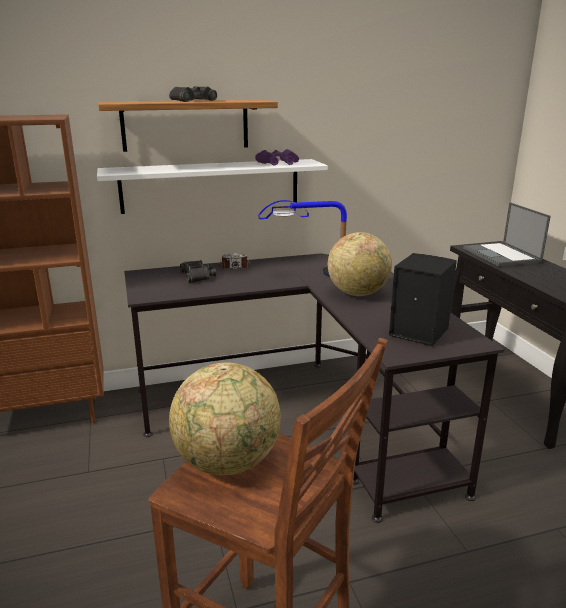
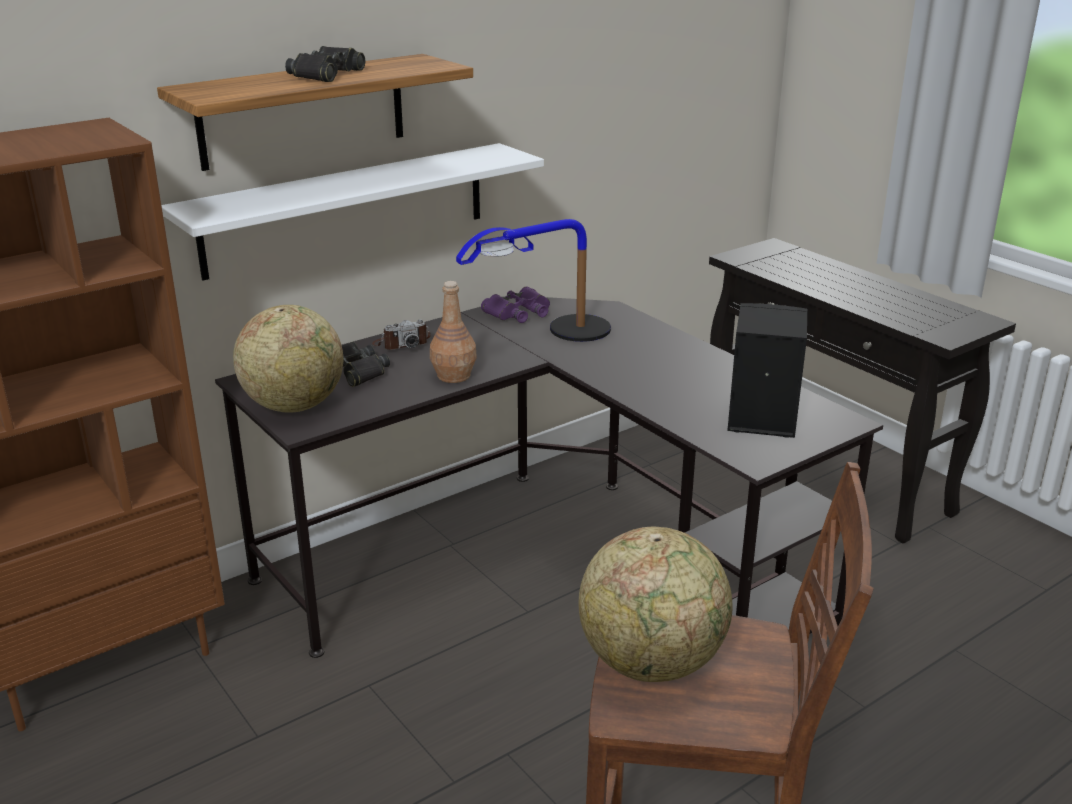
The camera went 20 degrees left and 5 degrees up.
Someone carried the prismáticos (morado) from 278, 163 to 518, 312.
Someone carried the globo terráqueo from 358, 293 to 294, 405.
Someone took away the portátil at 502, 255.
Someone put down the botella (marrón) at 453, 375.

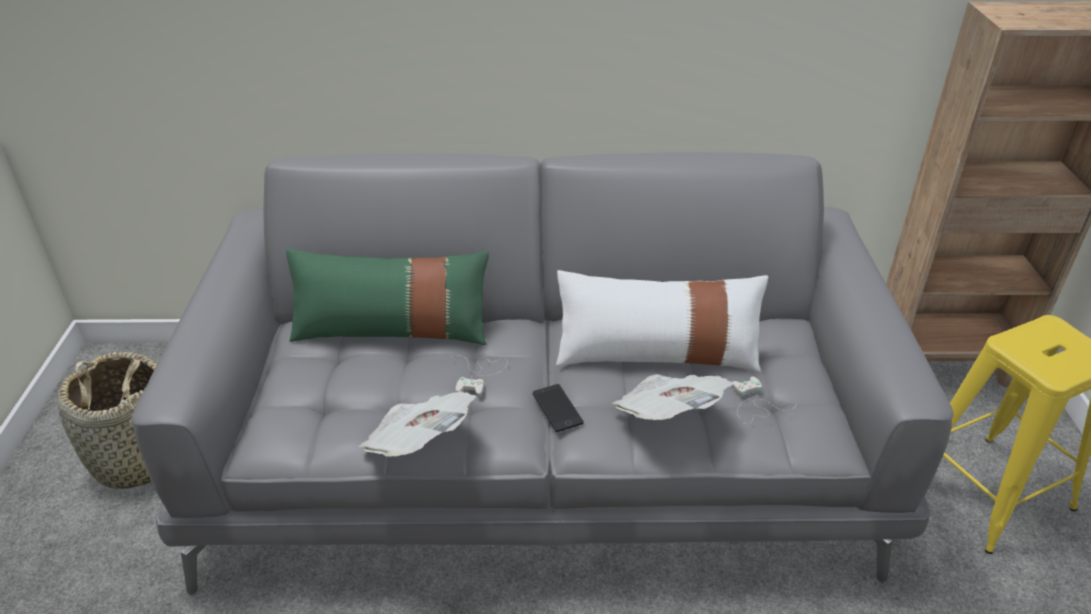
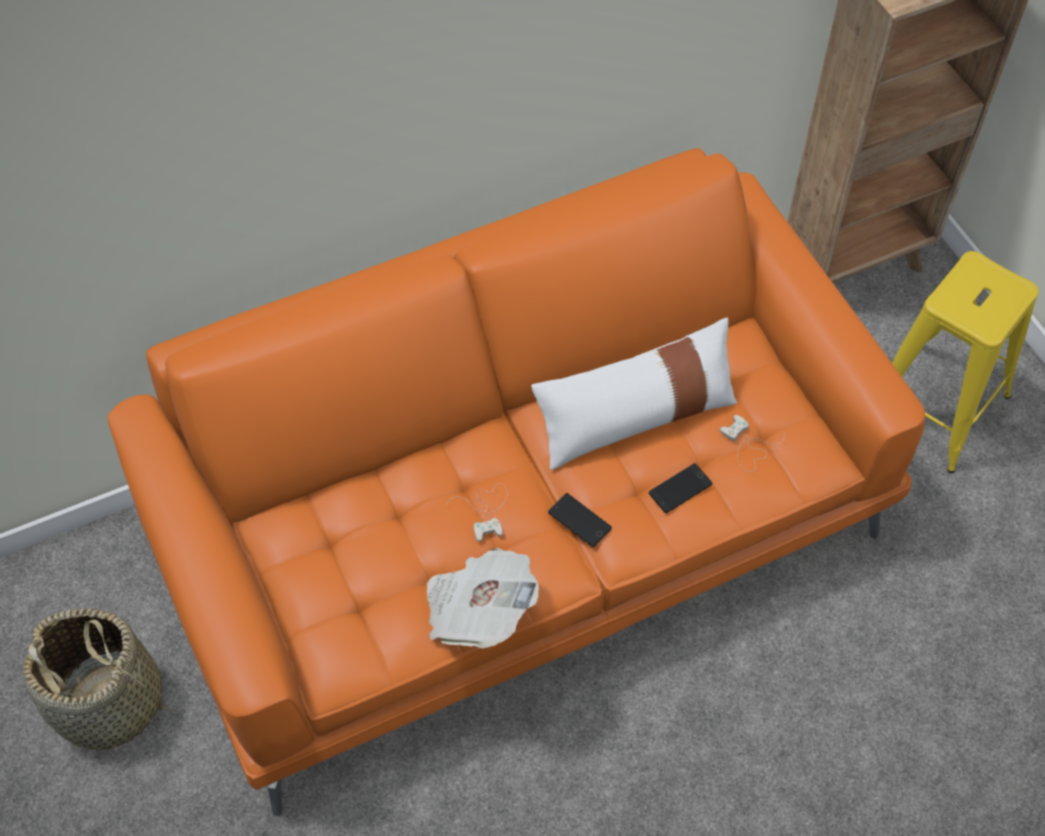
The camera went 25 degrees left and 20 degrees up.
Someone repainted the sofá (gris) at 545, 451, which became the sofá (naranja) at 522, 523.
Someone took away the cojín (verde) at 392, 329.
Someone swapped the periódico at 668, 415 for the móvil at 680, 488.

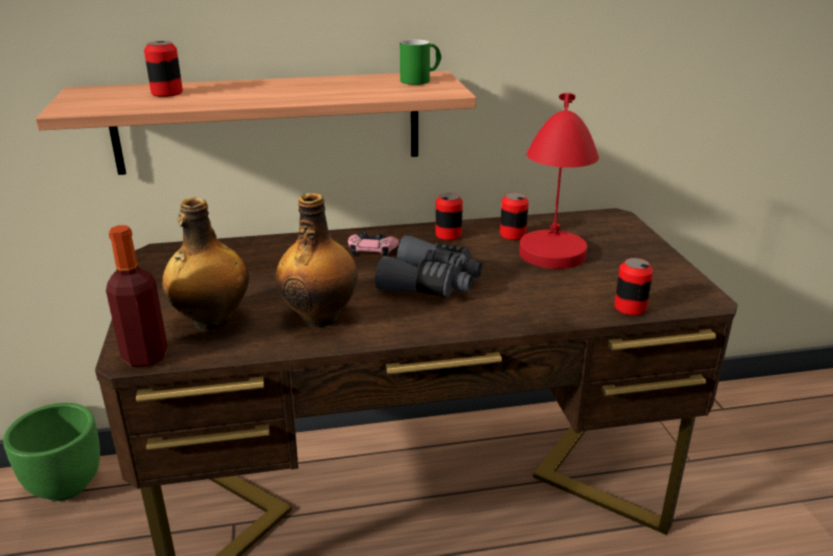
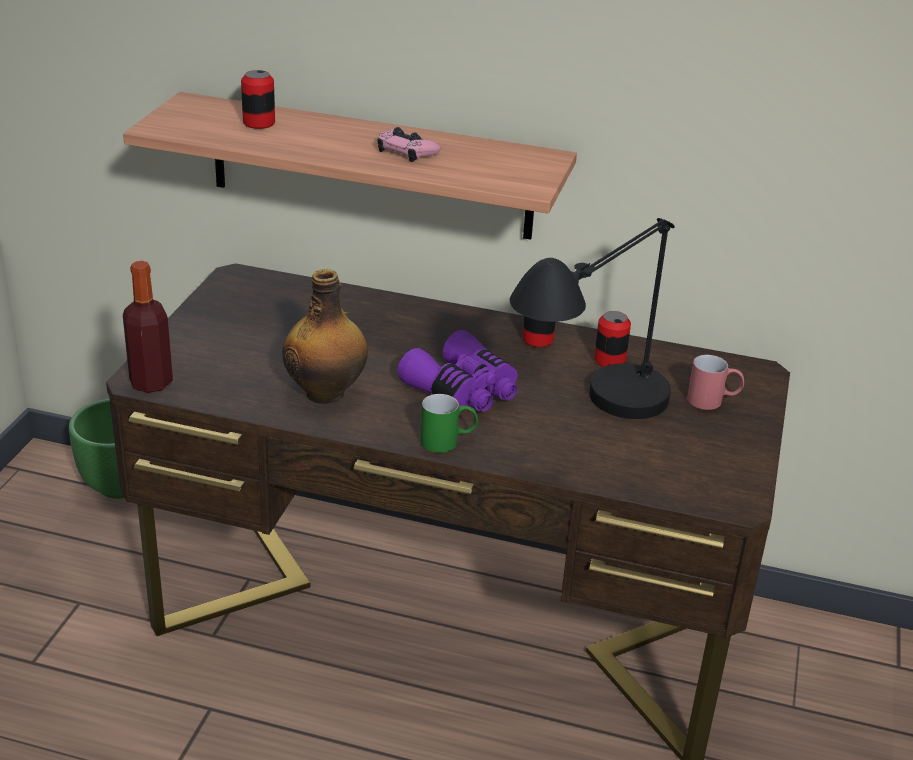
The camera went 25 degrees right and 5 degrees up.
Someone took away the botella at 211, 320.
Someone carried the mando de consola (rosa) from 372, 249 to 406, 151.
Someone repainted the prismáticos (gris) at 431, 283, which became the prismáticos (morado) at 463, 391.
Someone carried the taza grande (verde) from 421, 80 to 448, 441.
Someone repainted the lámpara de mesa (rojo) at 550, 281, which became the lámpara de mesa (negro) at 590, 427.
Someone took away the lata at 630, 308.
Someone put down the taza grande (rojo) at 713, 401.

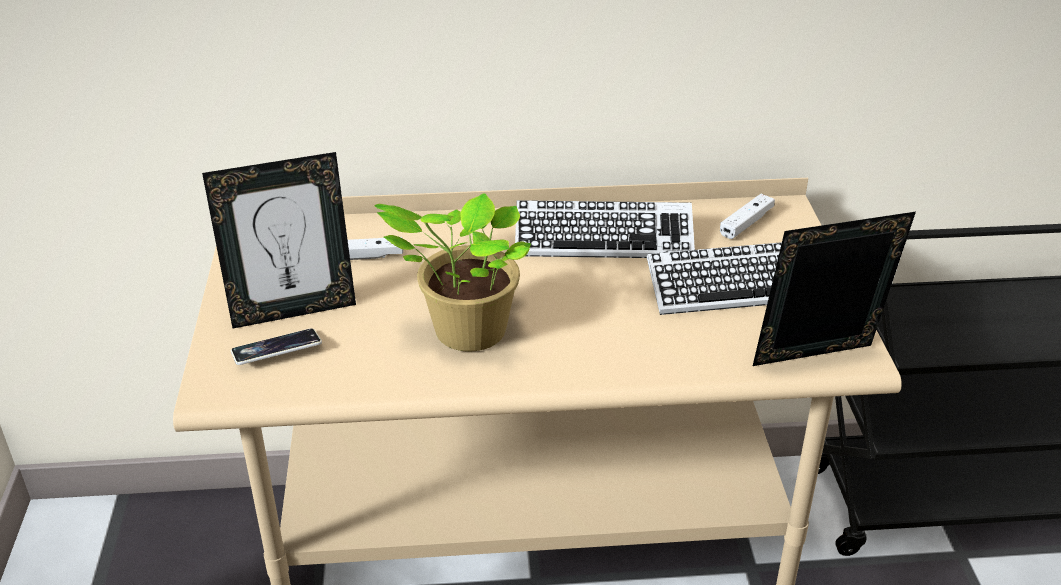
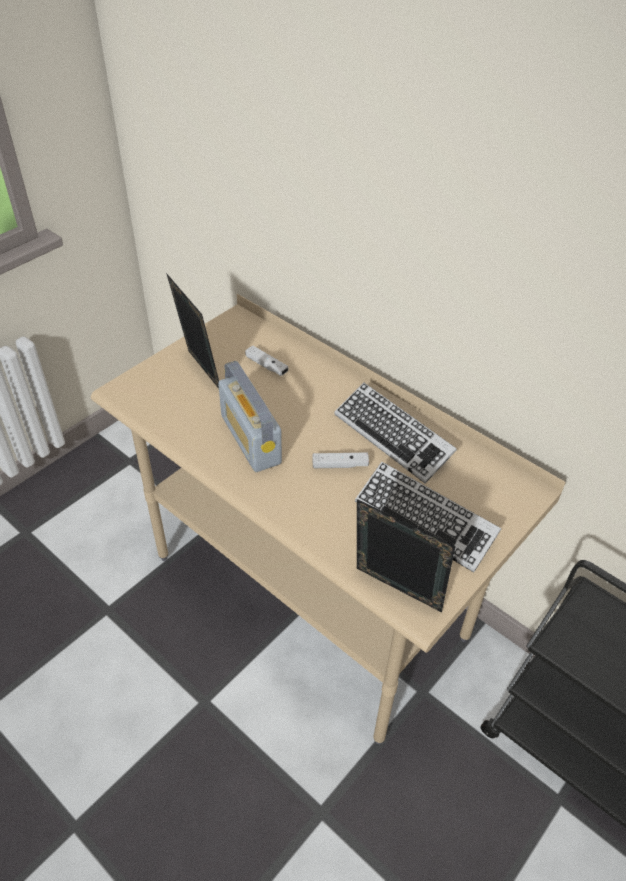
The camera went 45 degrees right and 10 degrees up.
Someone rotated the portarretratos at 293, 310 by 150 degrees counterclockwise.
Someone took away the móvil at 277, 351.
Someone swapped the planta en maceta at 464, 332 for the radio at 250, 439.
Someone carried the mando de consola (blanco) from 746, 223 to 340, 465.

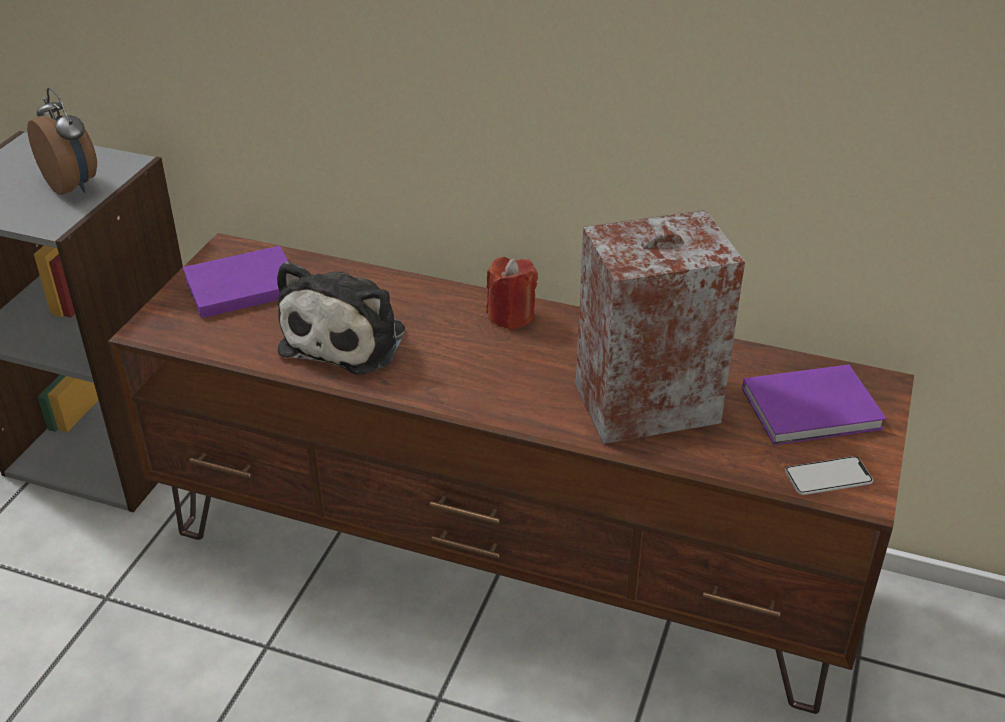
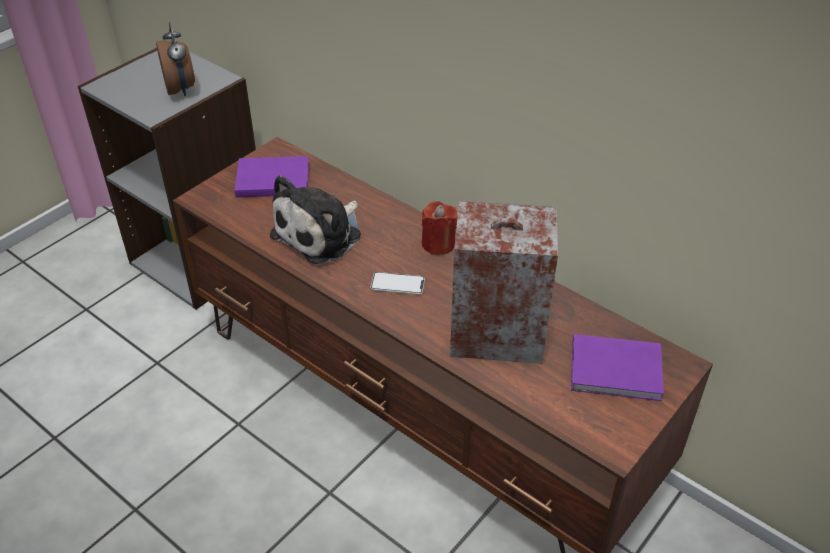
The camera went 20 degrees right and 5 degrees up.
Someone carried the móvil from 828, 477 to 397, 284.

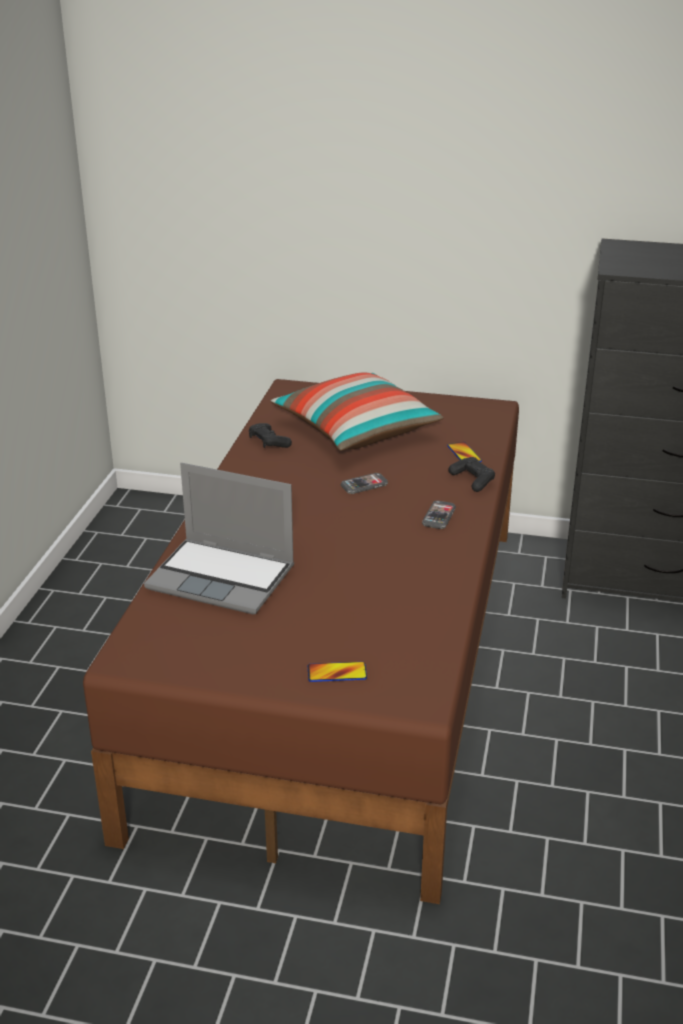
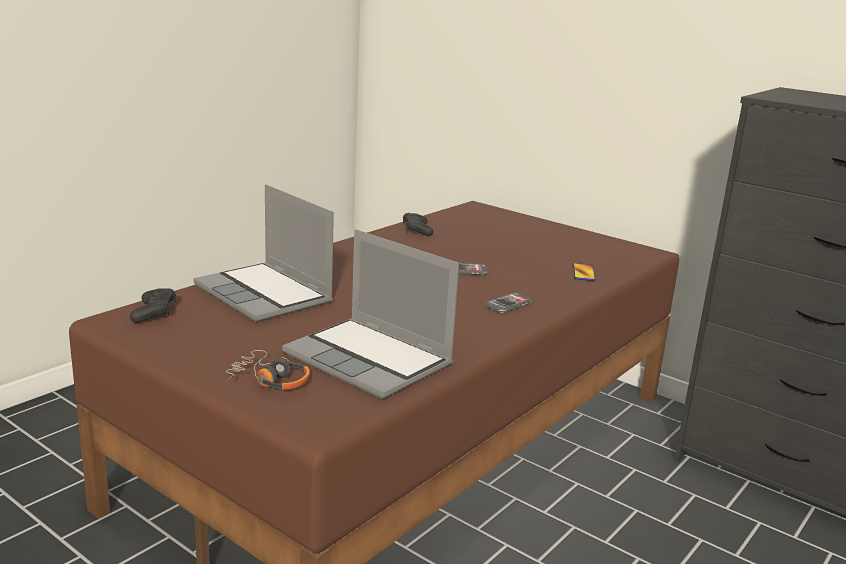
The camera went 25 degrees right and 10 degrees down.
Someone took away the cojín at 356, 430.
Someone swapped the móvil at 337, 673 for the auriculares at 269, 380.
Someone carried the mando de consola (negro) from 472, 480 to 154, 313.
Someone put down the portátil at 371, 360.

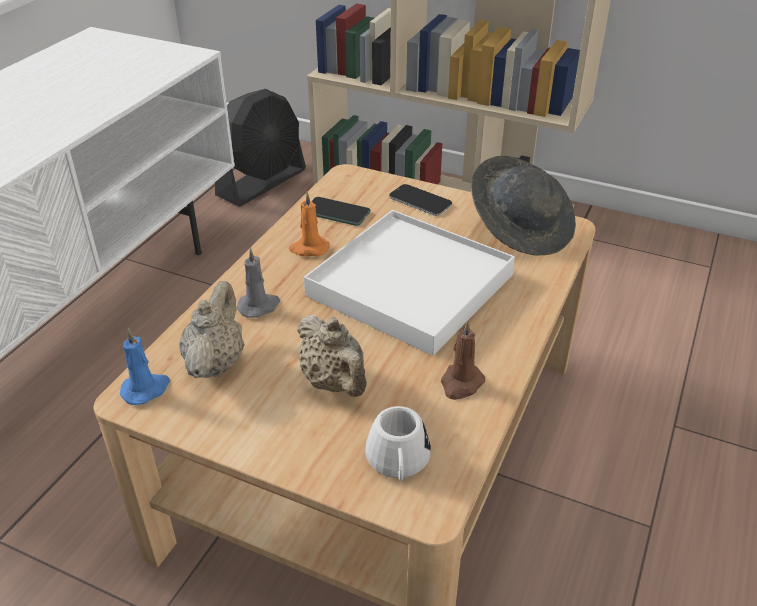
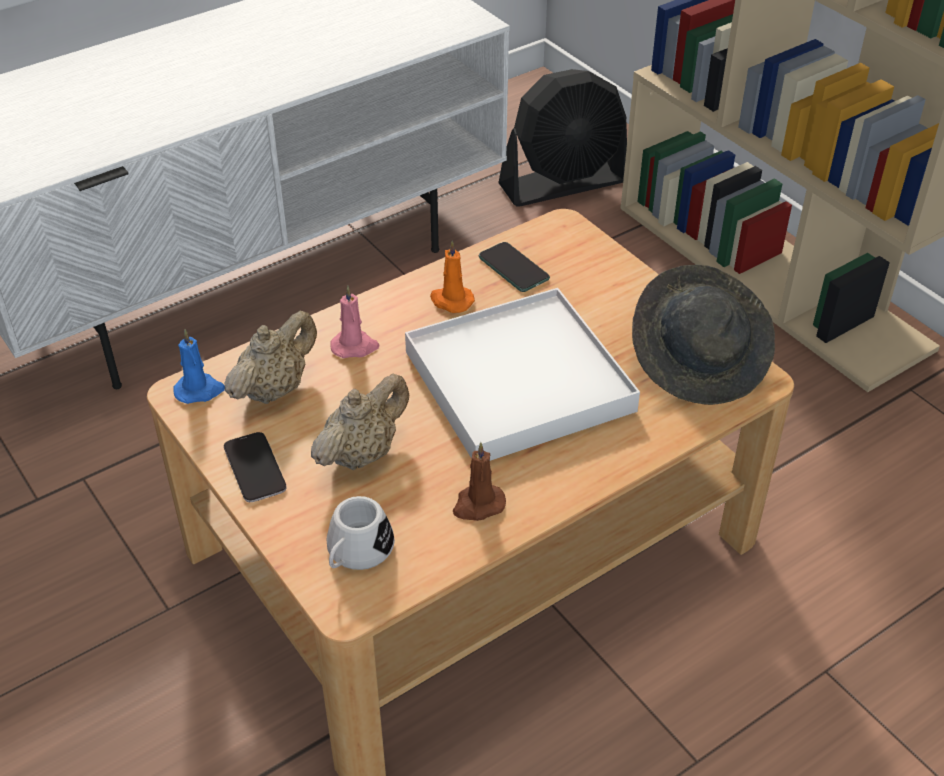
The camera went 30 degrees right and 5 degrees up.
Someone repainted the vela (gris) at 259, 306, which became the vela (rosa) at 355, 346.
Someone rotated the tetera (beis) at 335, 383 by 135 degrees counterclockwise.
Someone carried the móvil from 420, 201 to 255, 468.

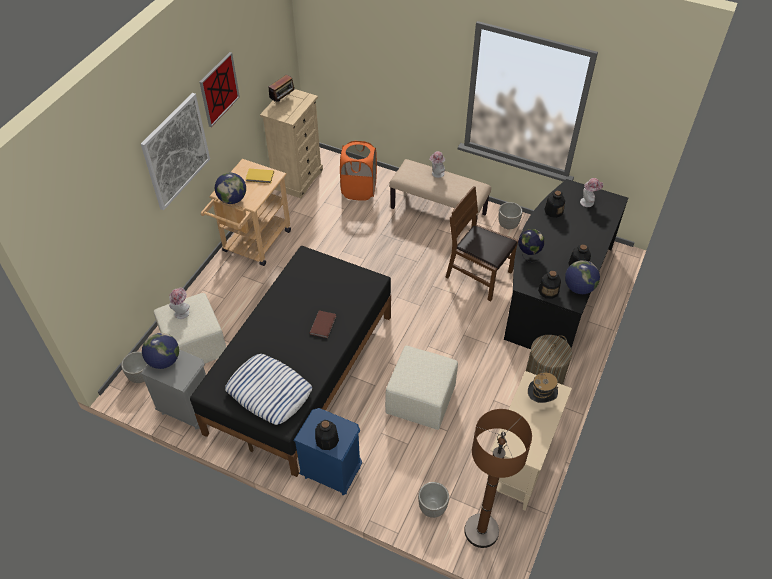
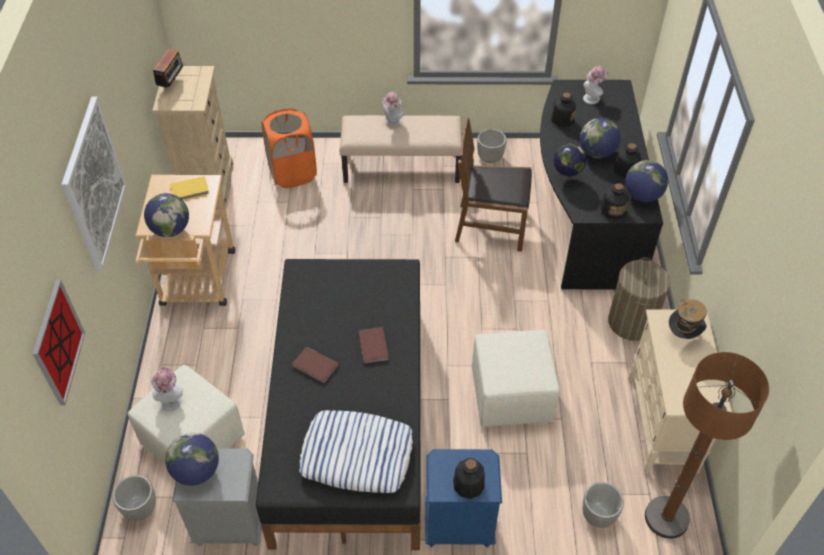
The camera went 25 degrees left and 0 degrees up.
Someone carried the cuadro from 219, 89 to 58, 342.
Someone put down the libro (marrón) at 315, 366.
Someone put down the globo terráqueo at 597, 153.

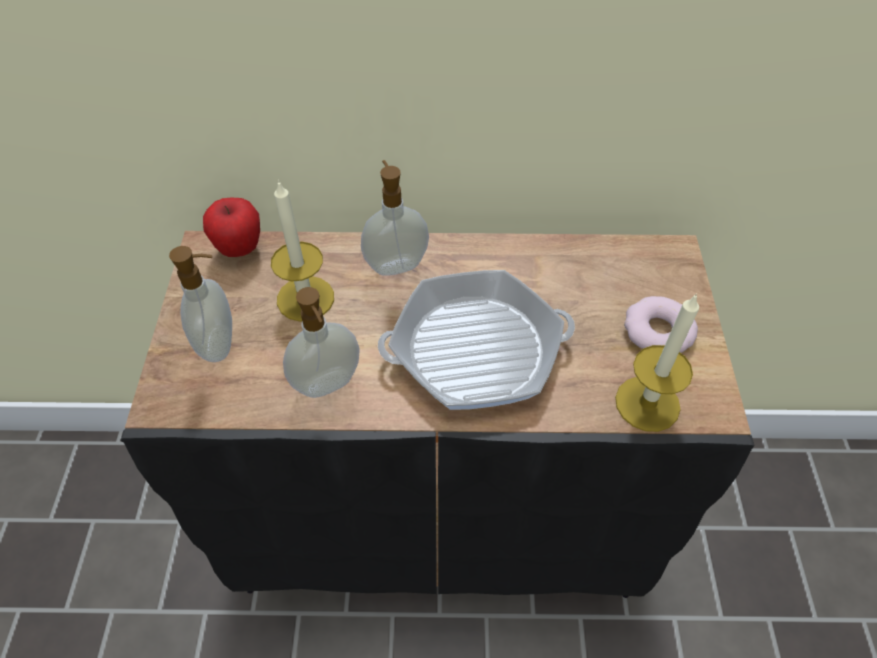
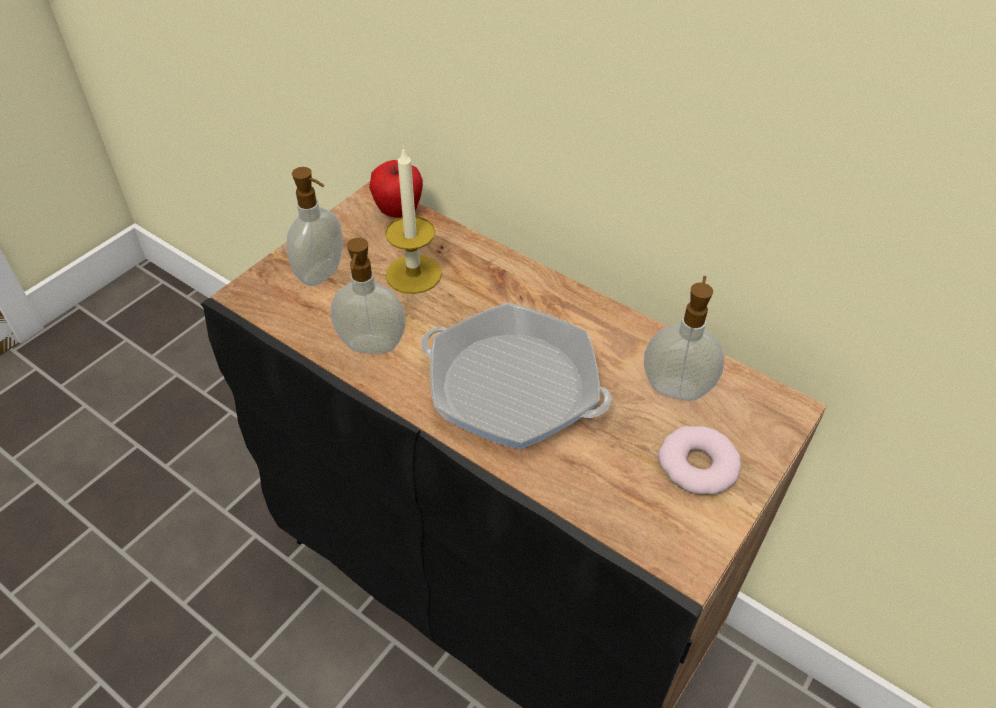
The camera went 35 degrees right and 5 degrees down.
Someone carried the dispensador de jabón from 396, 264 to 676, 387.
Someone took away the vela at 647, 403.

